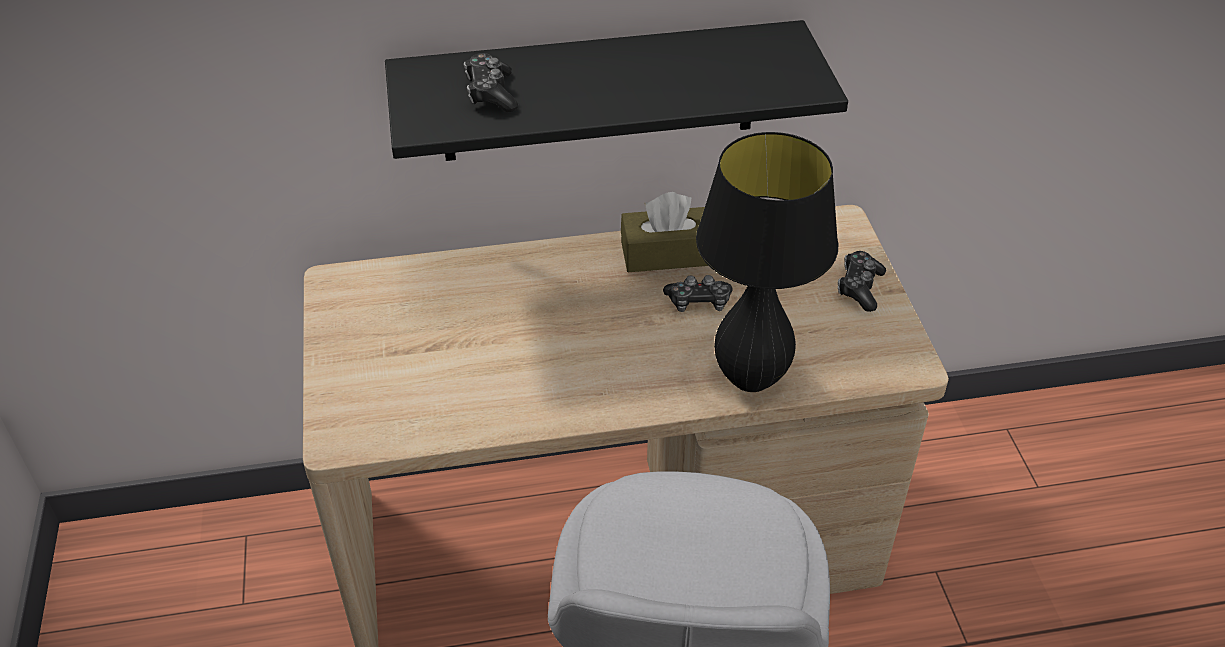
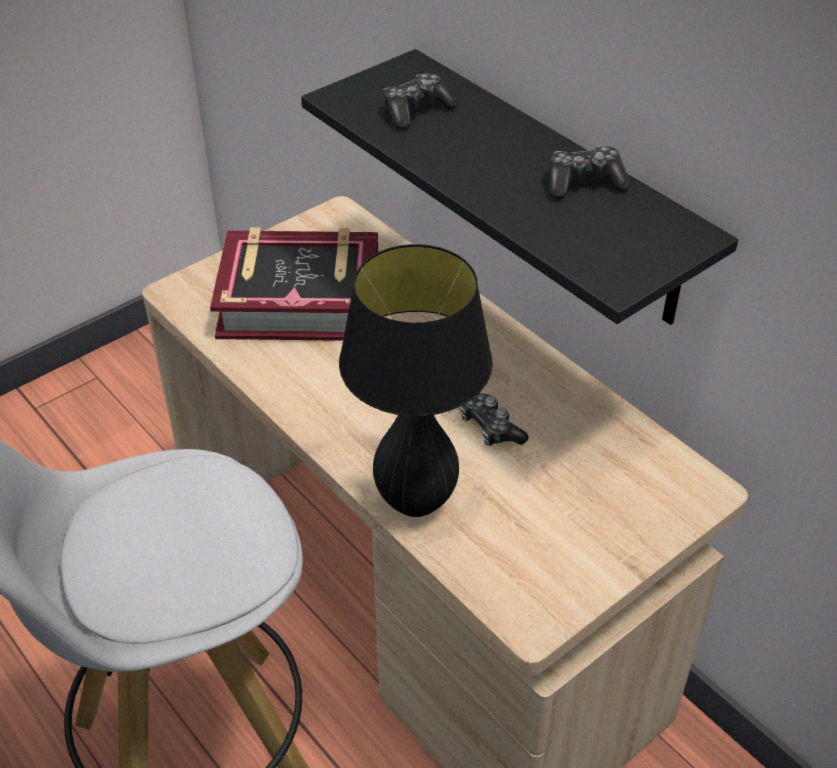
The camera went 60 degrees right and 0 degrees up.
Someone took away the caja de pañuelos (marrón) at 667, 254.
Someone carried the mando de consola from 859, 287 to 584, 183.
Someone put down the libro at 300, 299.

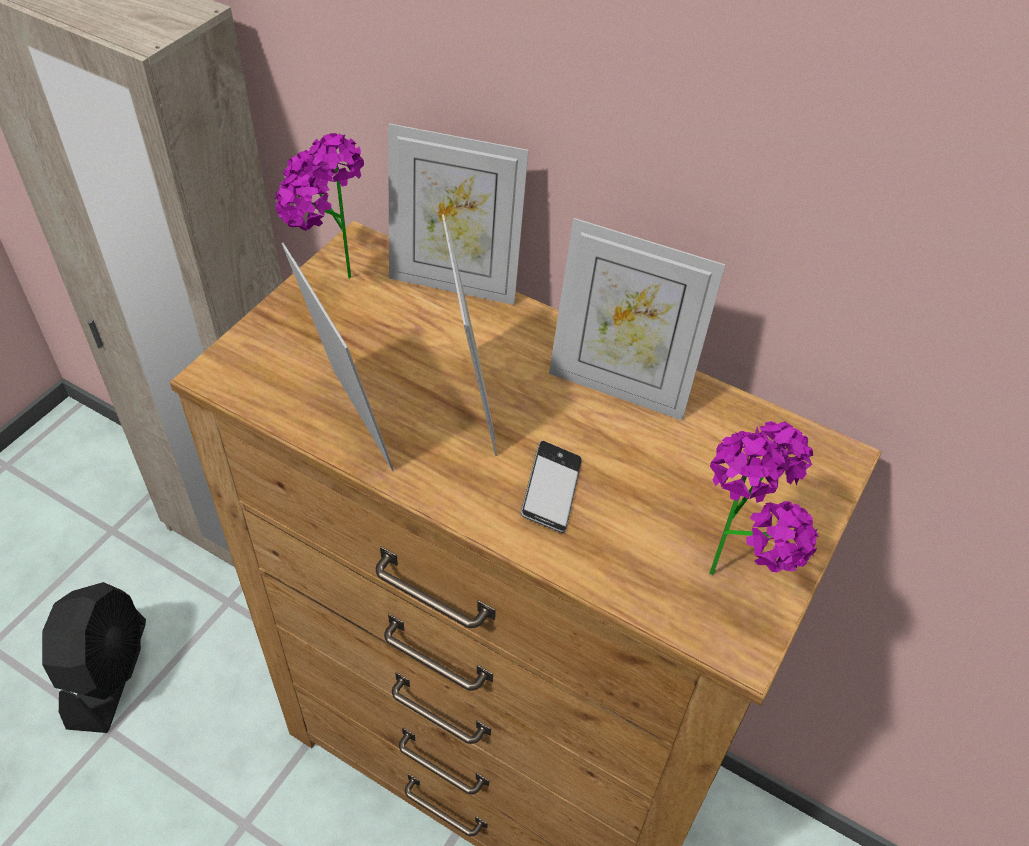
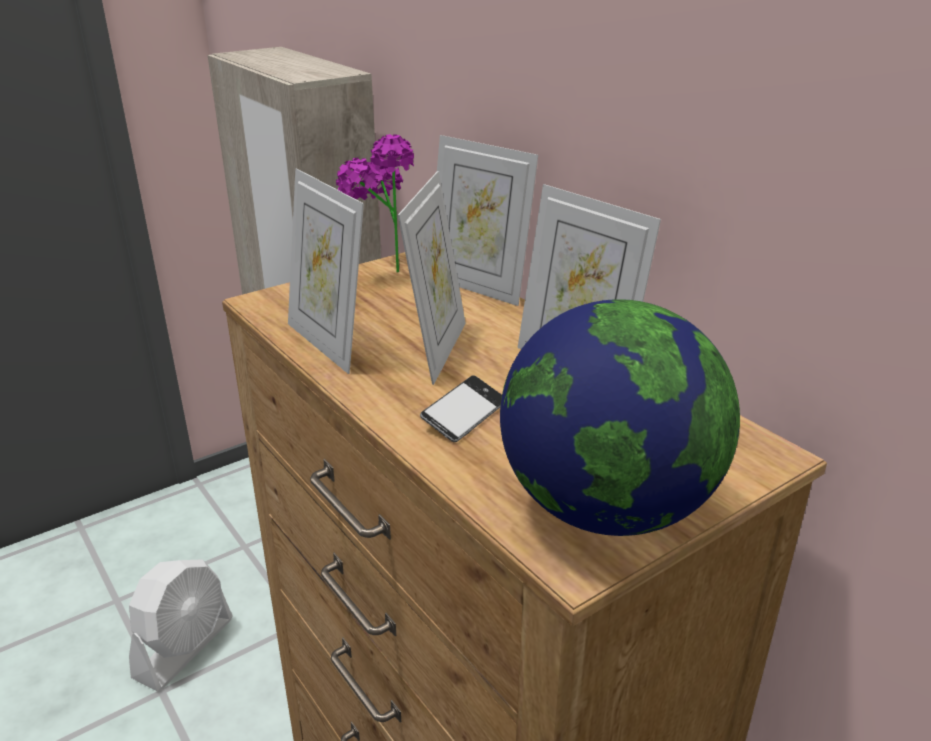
The camera went 25 degrees right and 20 degrees down.
Someone repainted the ventilador (negro) at 109, 673, which became the ventilador (blanco) at 185, 647.
Someone rotated the portarretratos at 348, 424 by 150 degrees clockwise.
Someone swapped the planta en maceta at 737, 572 for the globo terráqueo at 607, 508.

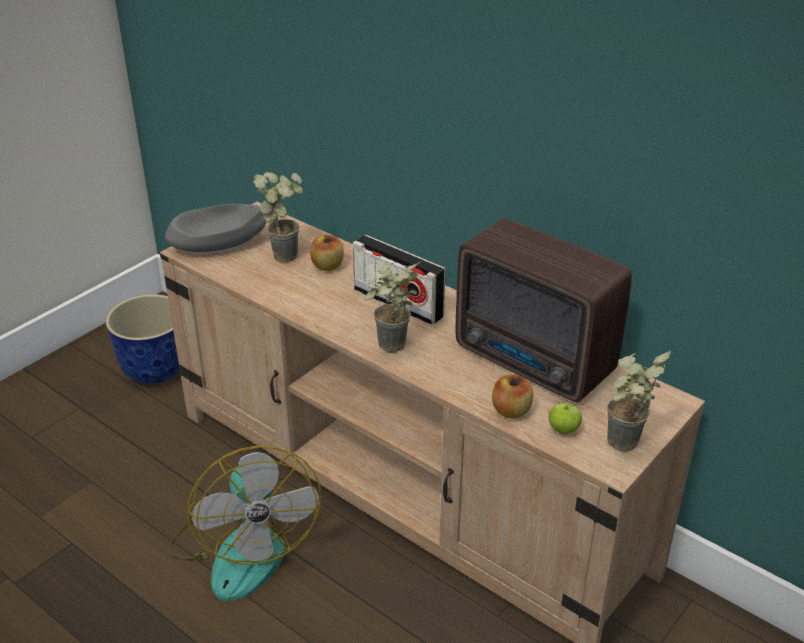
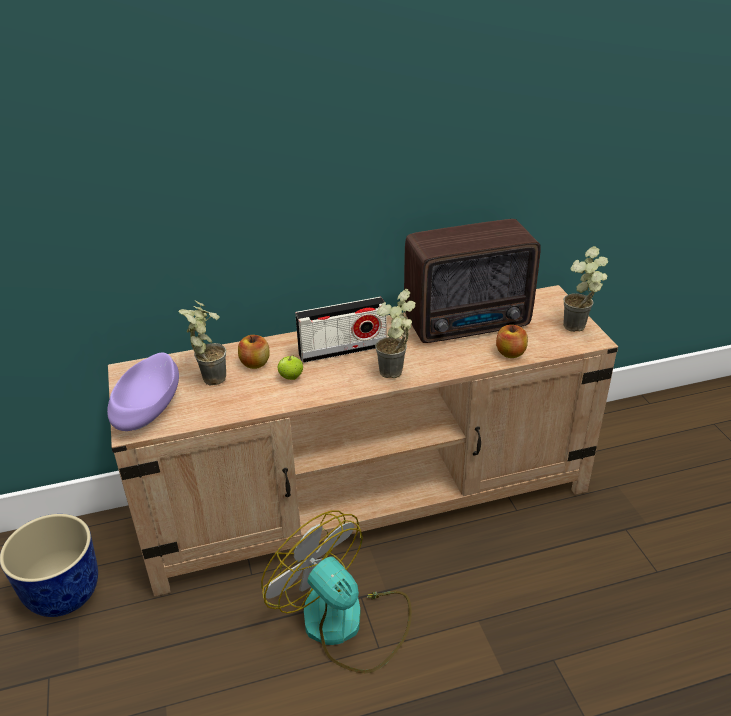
The camera went 55 degrees left and 0 degrees up.
Someone repainted the cuenco (gris) at 219, 244, which became the cuenco (morado) at 148, 407.
Someone rotated the ventilador at 243, 547 by 150 degrees counterclockwise.
Someone carried the manzana from 563, 430 to 291, 377.

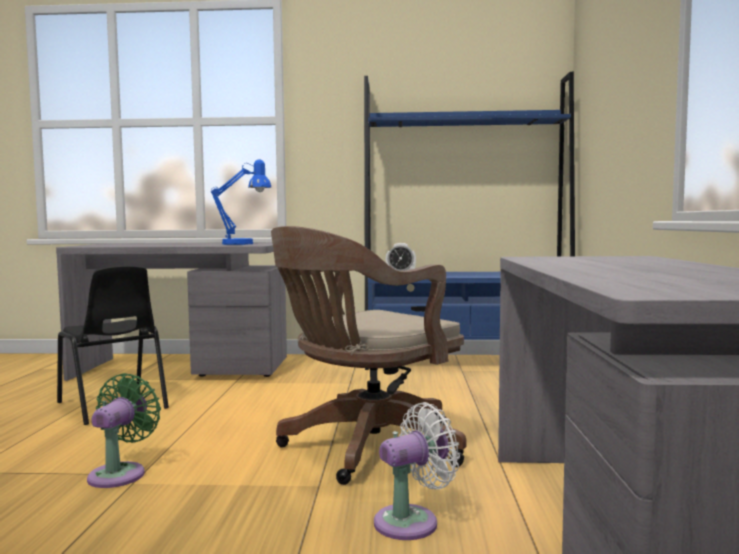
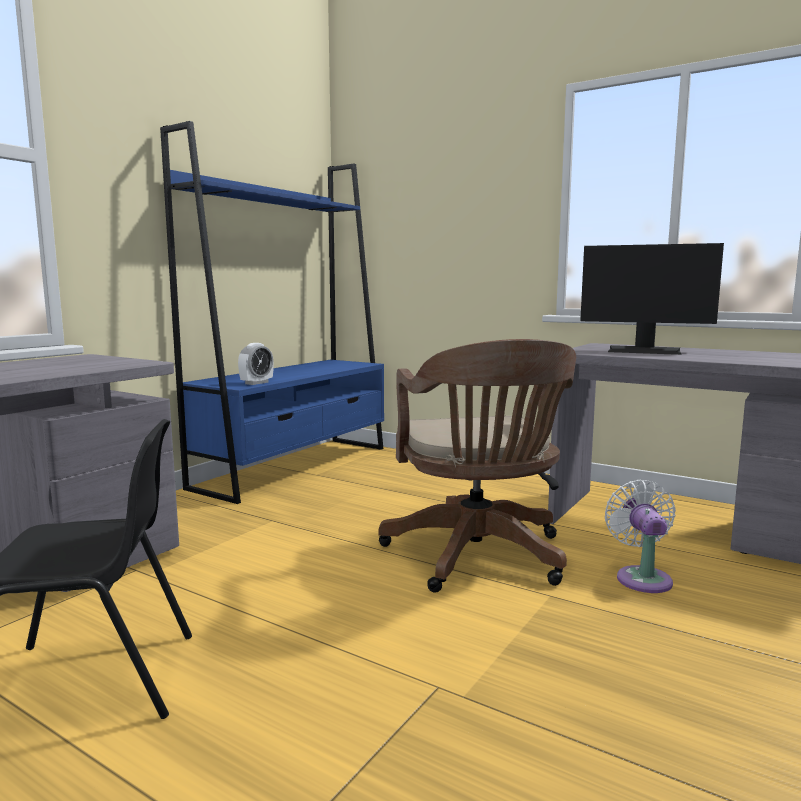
The camera went 60 degrees left and 5 degrees up.
Someone took away the ventilador (verde) at 120, 473.
Someone took away the lámpara de mesa (azul) at 245, 244.
Someone put down the monitor at 644, 351.

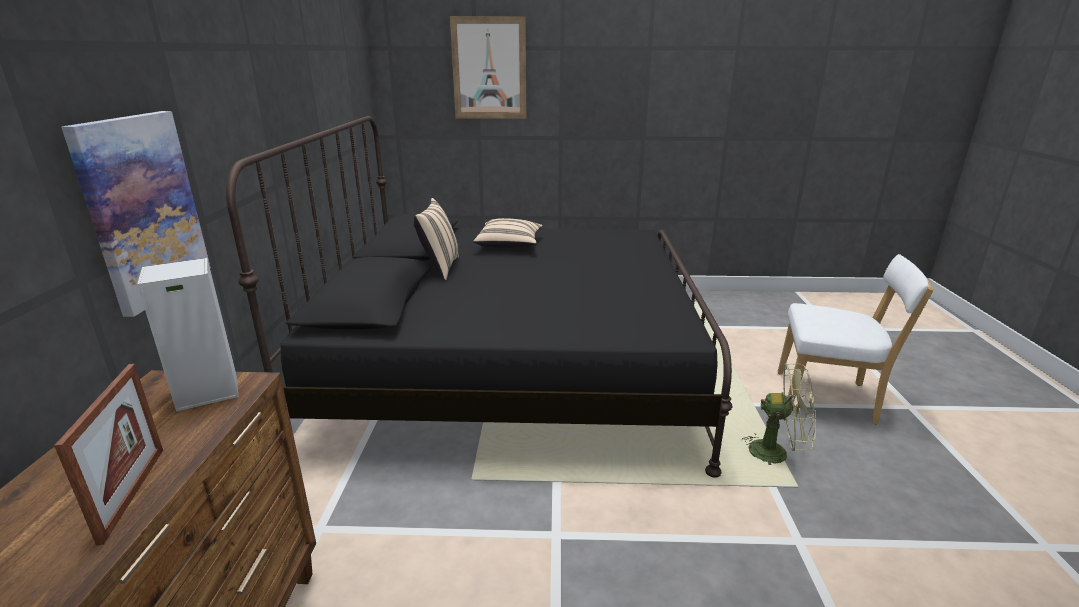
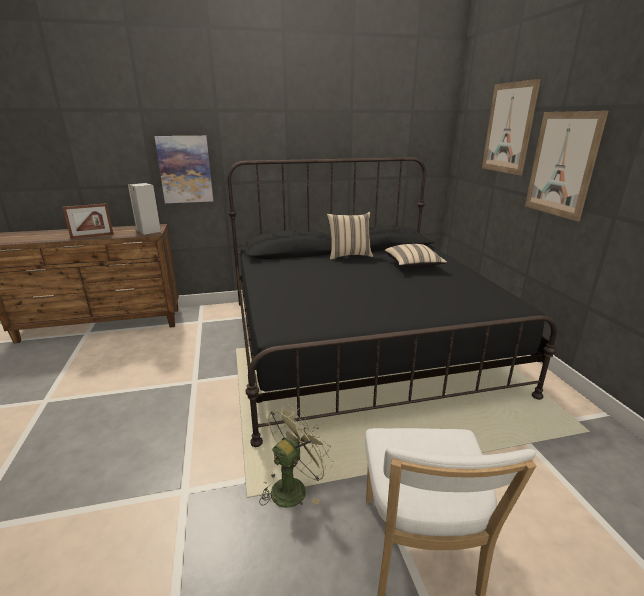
The camera went 75 degrees right and 0 degrees up.
Someone rotated the ventilador (verde) at 777, 453 by 135 degrees counterclockwise.
Someone put up the cuadro at 562, 164.

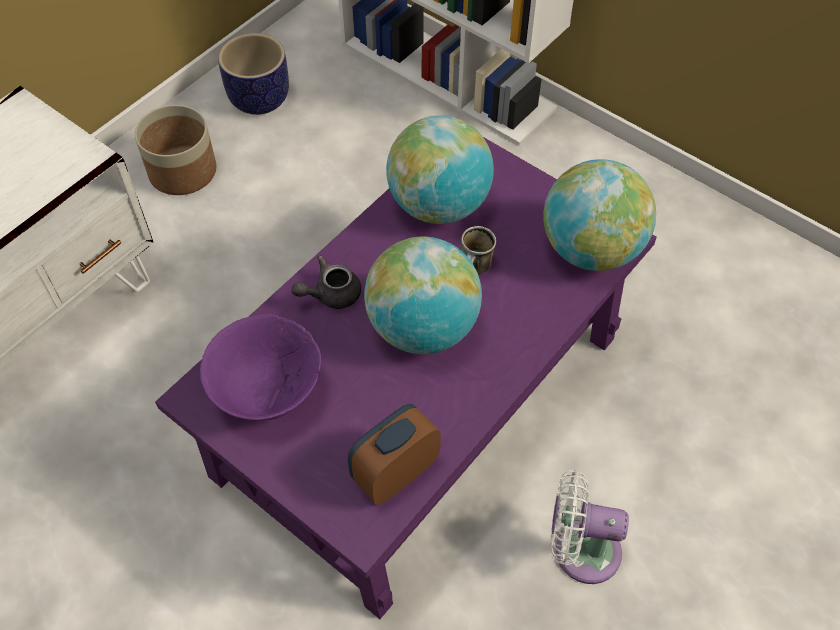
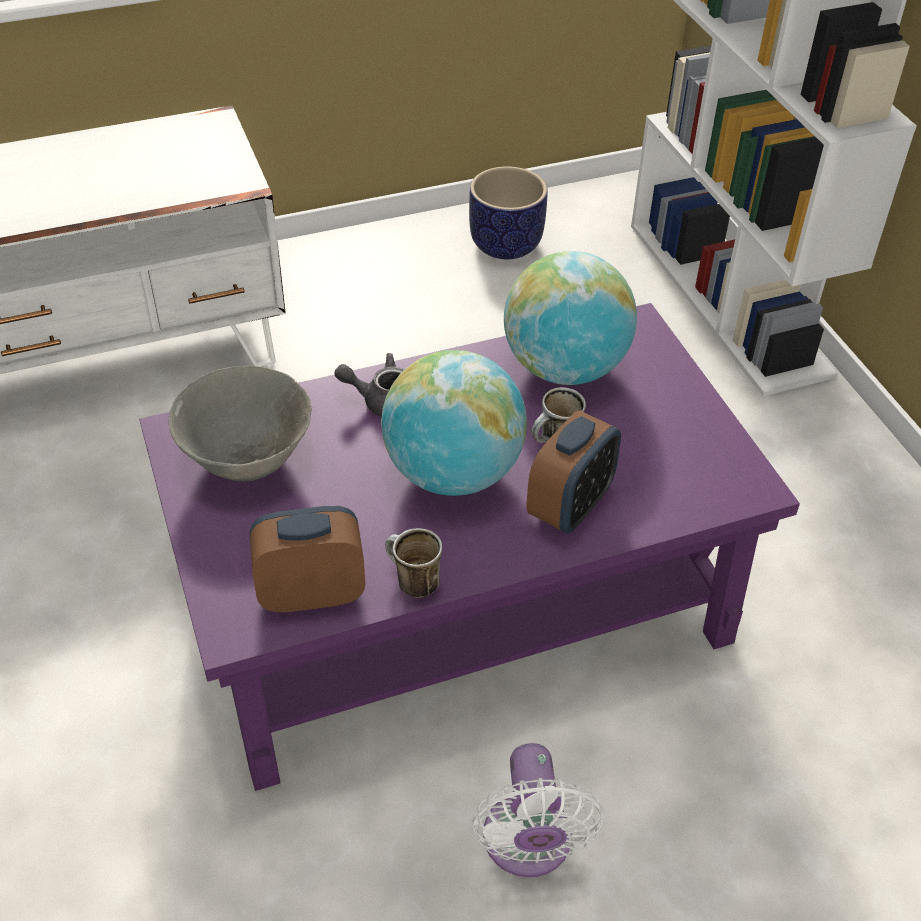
The camera went 30 degrees right and 10 degrees down.
Someone took away the maceta at 182, 172.
Someone repainted the cuenco (morado) at 267, 392, which became the cuenco (gris) at 247, 459.
Someone took away the globo terráqueo at 591, 249.
Someone rotated the ventilador (blanco) at 580, 550 by 135 degrees counterclockwise.
Someone put down the taza grande at 411, 582.
Someone put down the despertador at 570, 507.

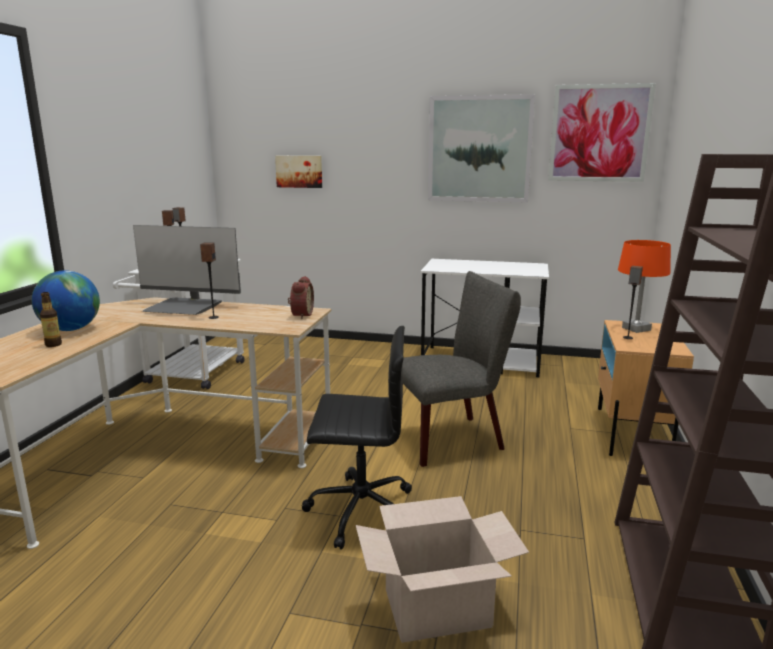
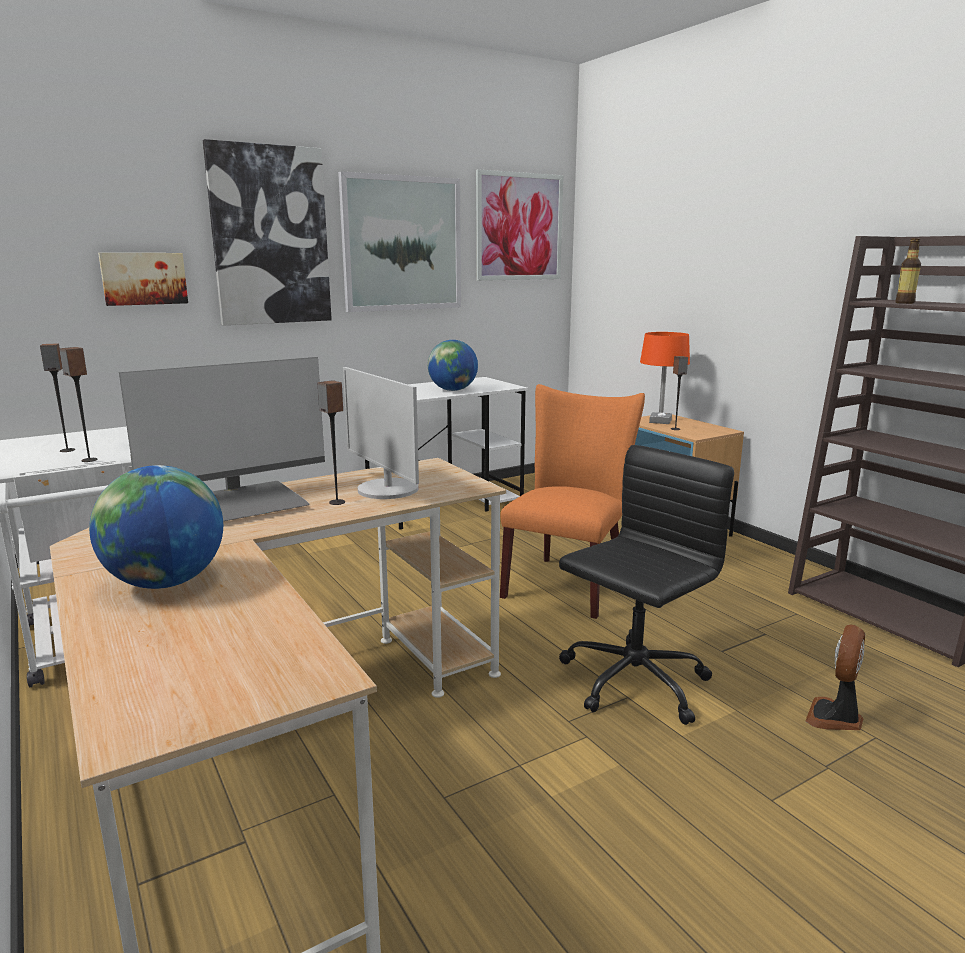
The camera went 45 degrees left and 0 degrees up.
Someone carried the botella from 53, 345 to 904, 303.
Someone took away the despertador at 300, 315.
Someone swapped the caja de cartón at 437, 609 for the ventilador at 835, 718.
Someone repainted the silla (gris) at 454, 438, which became the silla (naranja) at 568, 582.
Someone put up the cuadro at 270, 236.
Someone put down the monitor at 387, 490.
Someone put down the globo terráqueo at 453, 390.

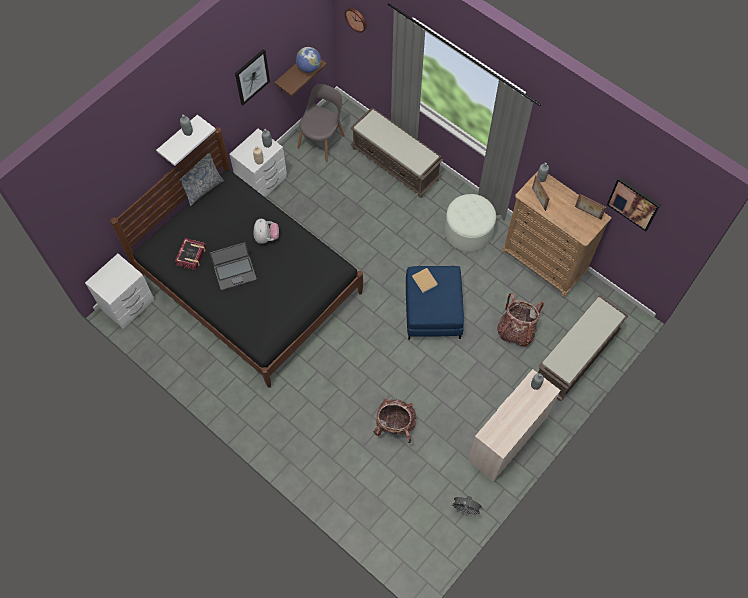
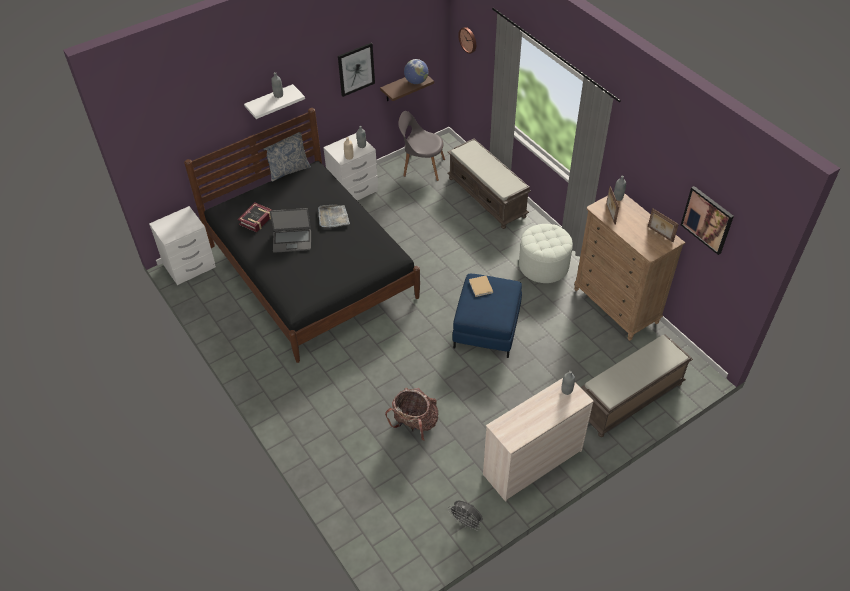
The camera went 15 degrees right and 15 degrees down.
Someone swapped the peluche at 266, 237 for the bandeja (gris) at 333, 217.
Someone rotated the silla (gris) at 322, 139 by 120 degrees counterclockwise.
Someone took away the mochila at 516, 331.

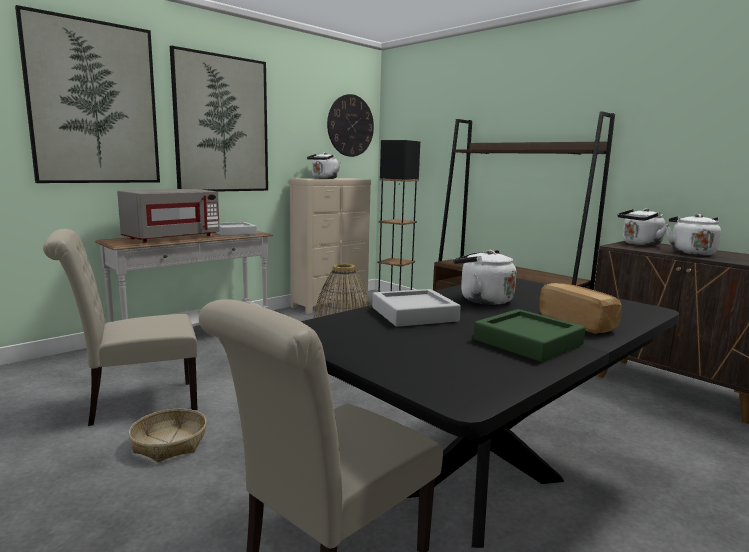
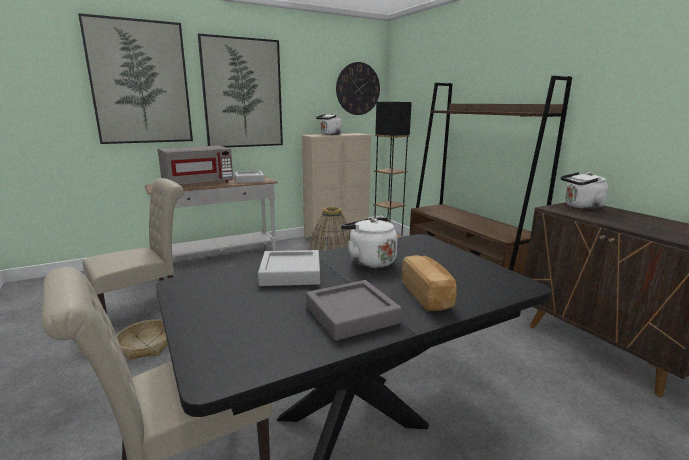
The camera went 15 degrees right and 5 degrees up.
Someone rotated the silla (beis) at 135, 404 by 150 degrees clockwise.
Someone repainted the bandeja (verde) at 527, 342, which became the bandeja (gris) at 352, 315.
Someone took away the hervidor (blanco) at 690, 253.

